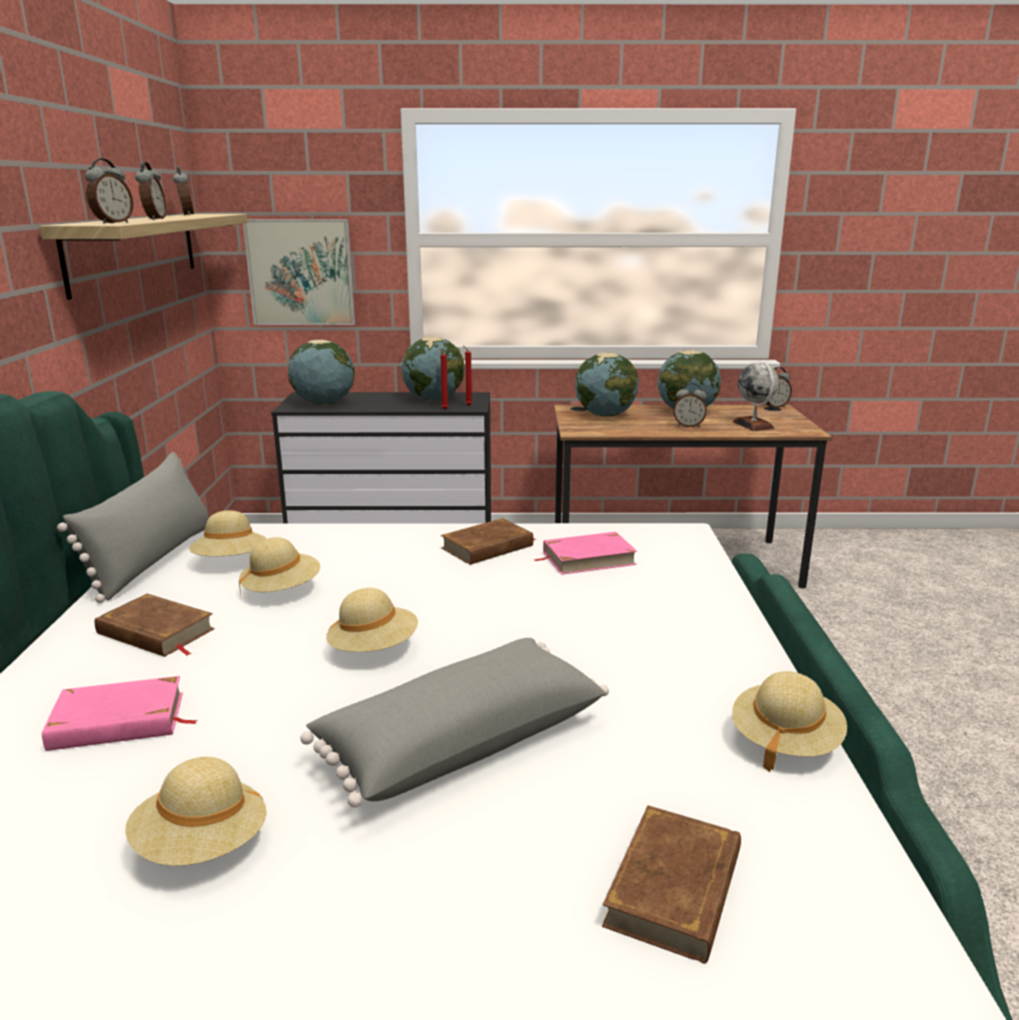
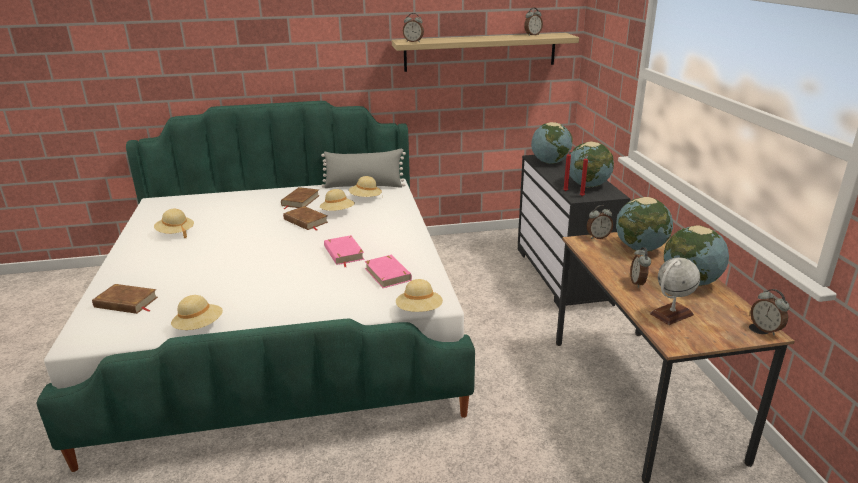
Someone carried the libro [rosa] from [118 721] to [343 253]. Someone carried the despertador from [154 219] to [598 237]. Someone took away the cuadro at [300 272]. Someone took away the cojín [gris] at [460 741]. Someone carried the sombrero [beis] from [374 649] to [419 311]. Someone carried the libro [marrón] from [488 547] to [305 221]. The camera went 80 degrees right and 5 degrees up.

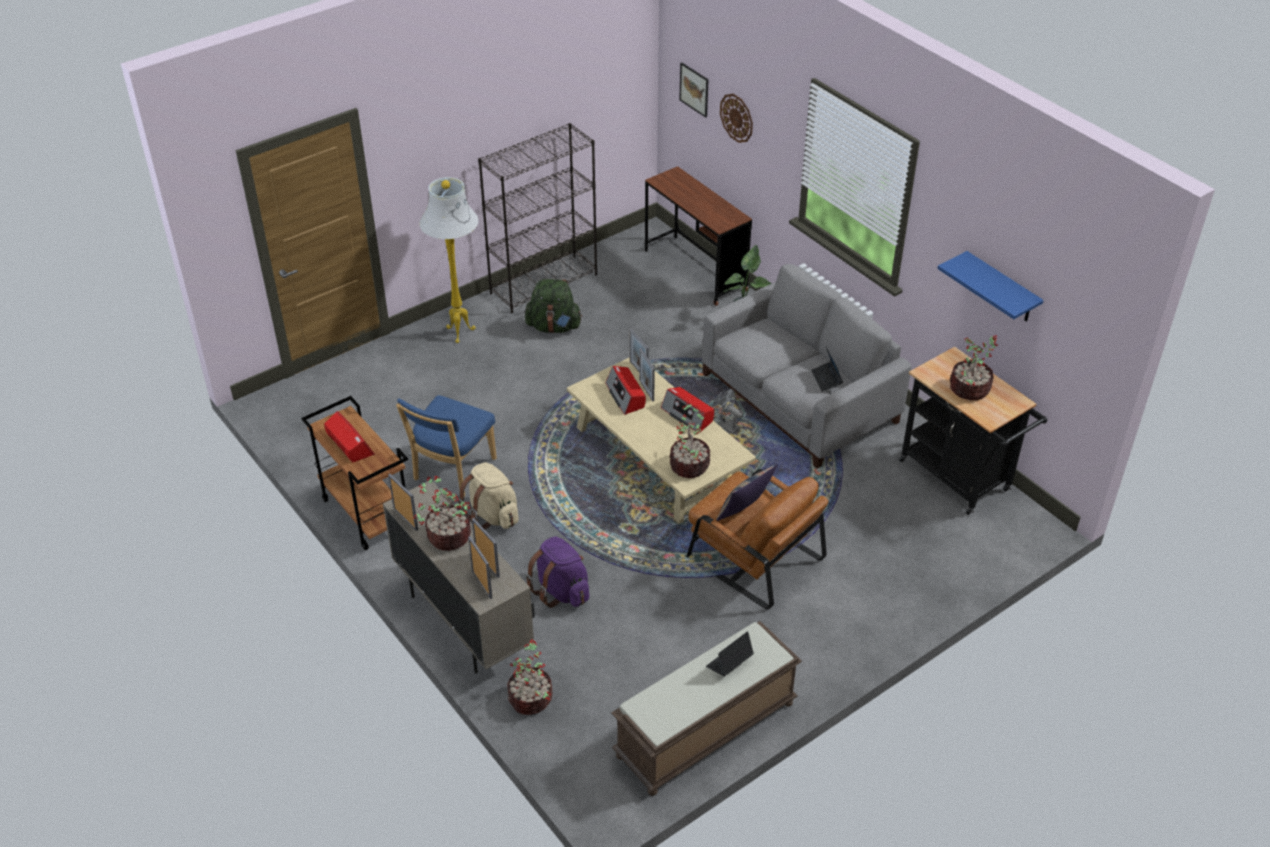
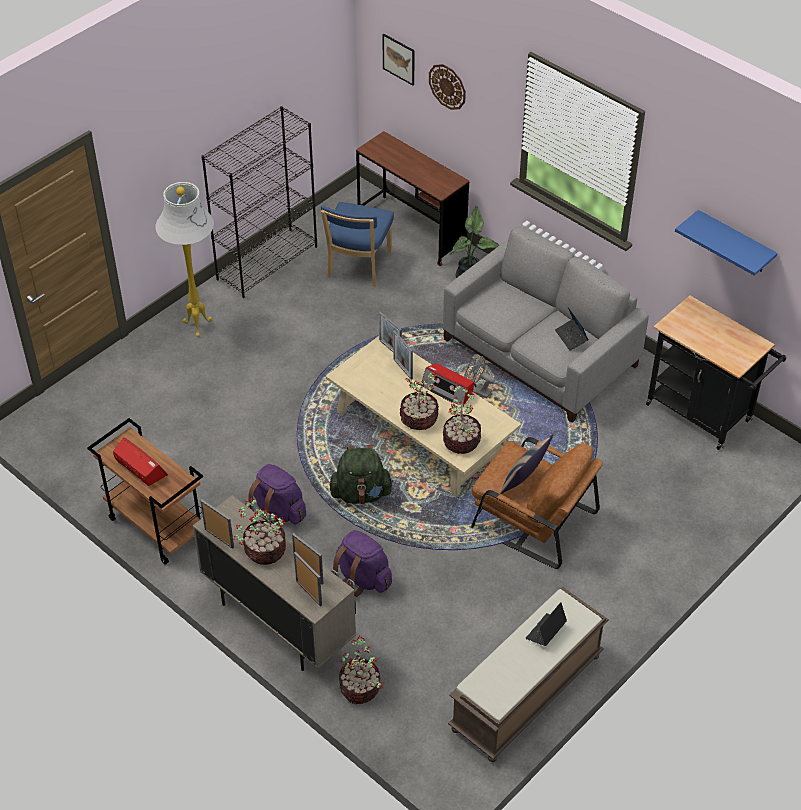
Someone carried the silla [azul] from [452 472] to [358 267]. Someone repainted the mochila [beis] at [492 515], which became the mochila [morado] at [278 511]. Someone carried the mochila [verde] from [554 327] to [361 493]. Someone took away the radio at [625 396]. Someone carried the planta en maceta from [969 390] to [418 419]. The camera went 10 degrees left and 5 degrees up.

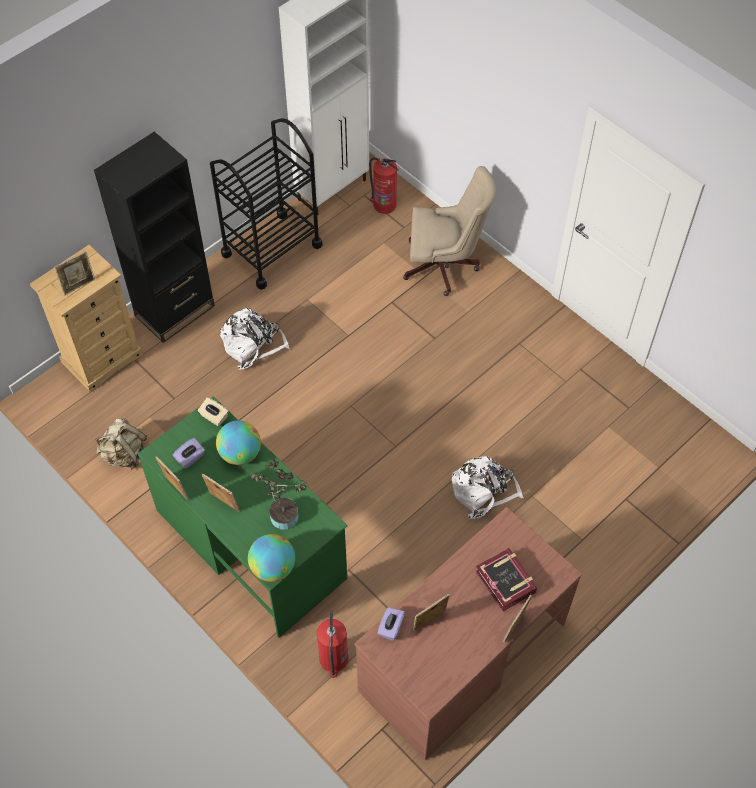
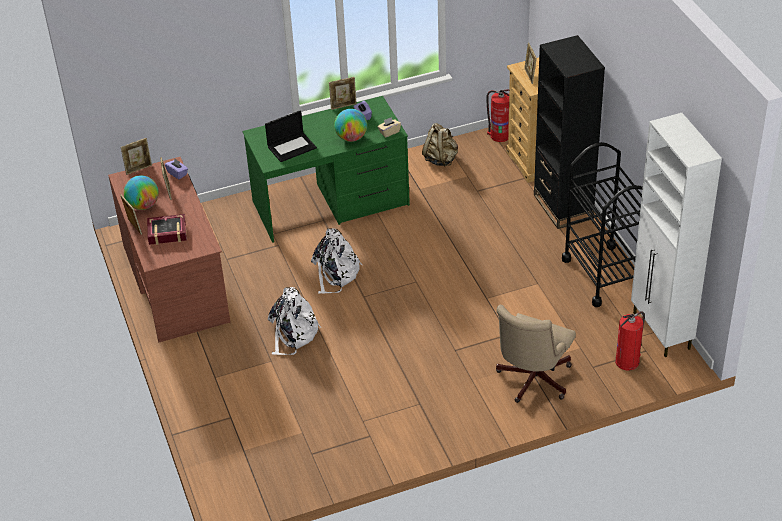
Someone carried the portarretratos from [223 503] to [139 169]. Someone carried the mochila [blanco] from [253 345] to [335 274]. Someone carried the globo terráqueo from [273 567] to [143 205]. Someone swapped the planta en maceta at [283 513] for the portátil at [292 147]. Someone carried the extintor from [333 659] to [499 135]. The camera went 115 degrees right and 15 degrees down.

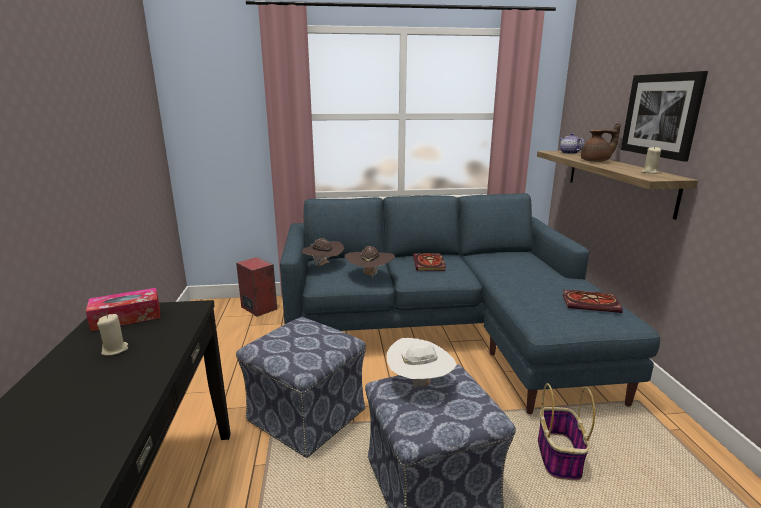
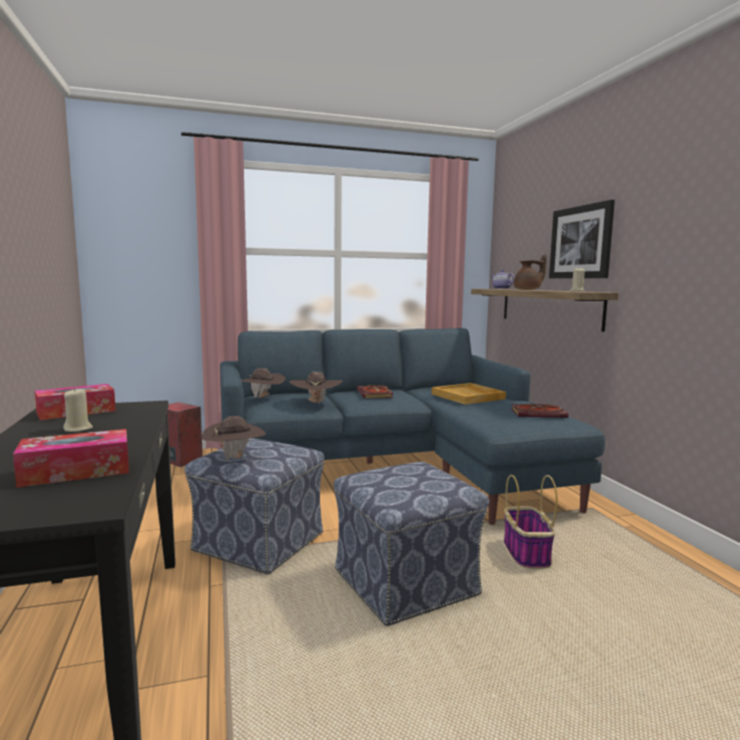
Someone took away the sombrero [blanco] at [420 383]. Someone put down the caja de pañuelos at [76 471]. Someone put down the sombrero [marrón] at [235 458]. Someone put down the bandeja [beis] at [468 396]. The camera went 10 degrees left and 10 degrees down.

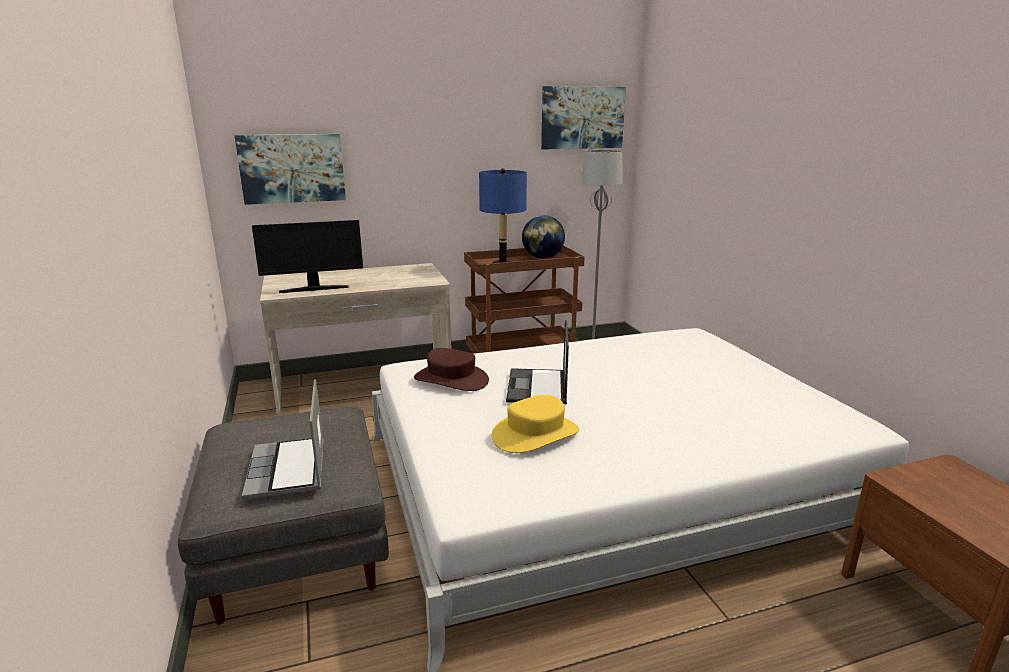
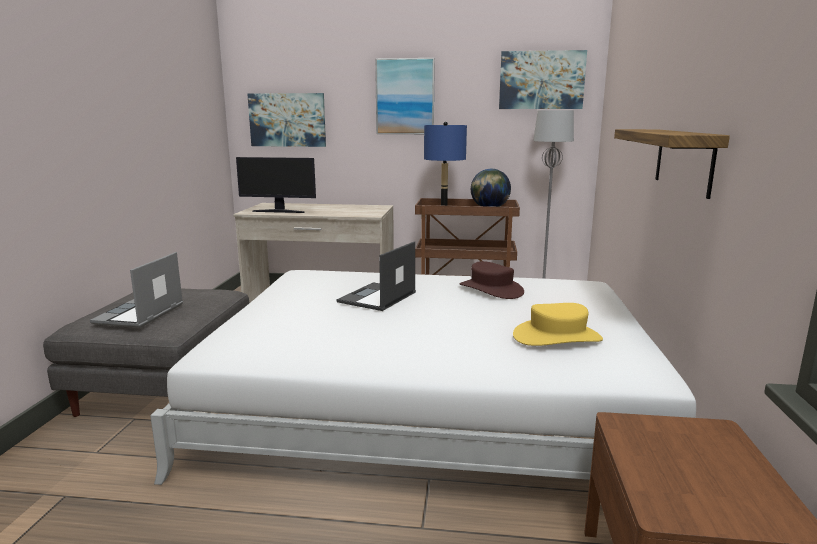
Someone carried the sombrero [marrón] from [451 379] to [491 289]. Someone carried the sombrero [amarillo] from [535 434] to [557 337]. Someone put up the cuadro at [405 97]. Someone put up the estante at [683 160]. The camera went 25 degrees right and 5 degrees down.

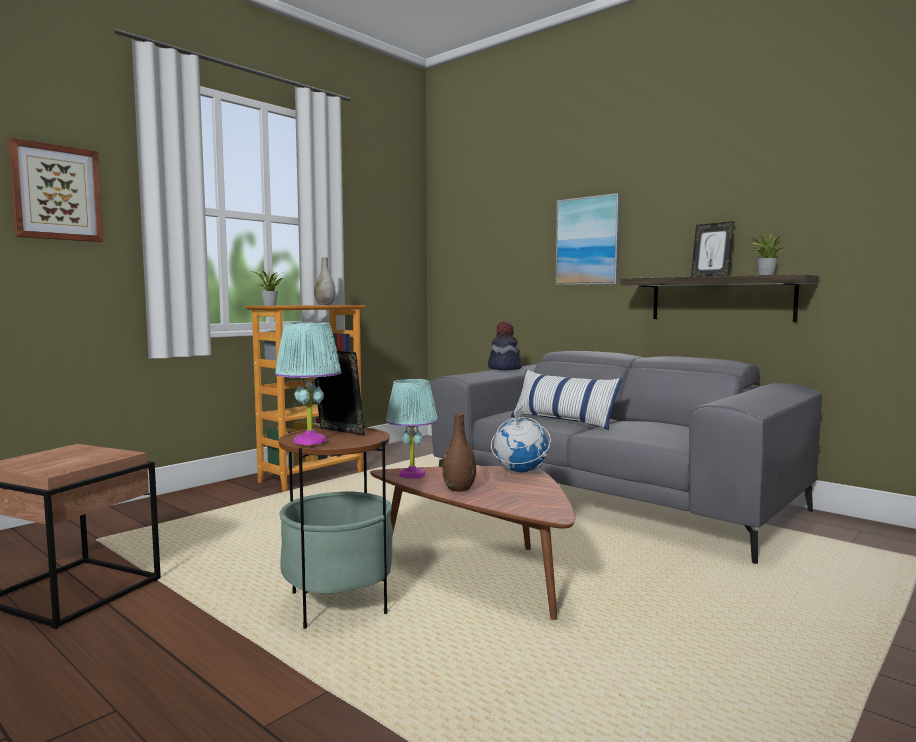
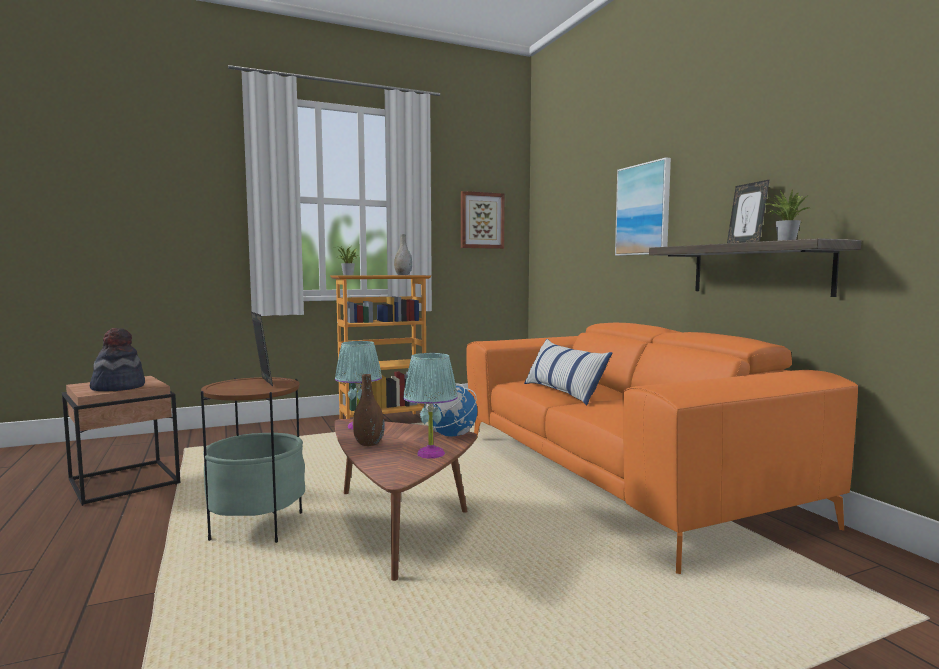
Someone carried the cuadro from [56 193] to [481 220]. Someone carried the lámpara de mesa [turquesa] from [310 441] to [430 453]. Someone repainted the sofá [gris] at [610 496], which became the sofá [naranja] at [617 475]. Someone carried the sombrero from [504 368] to [118 387]. The camera went 25 degrees right and 0 degrees up.

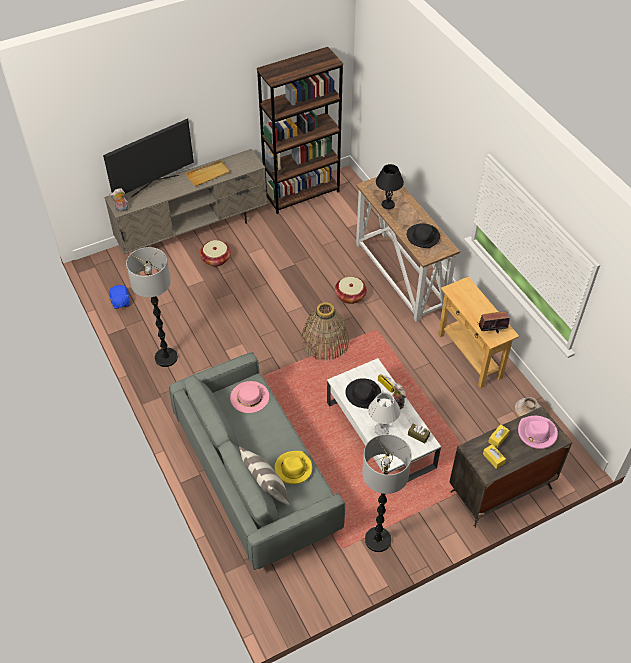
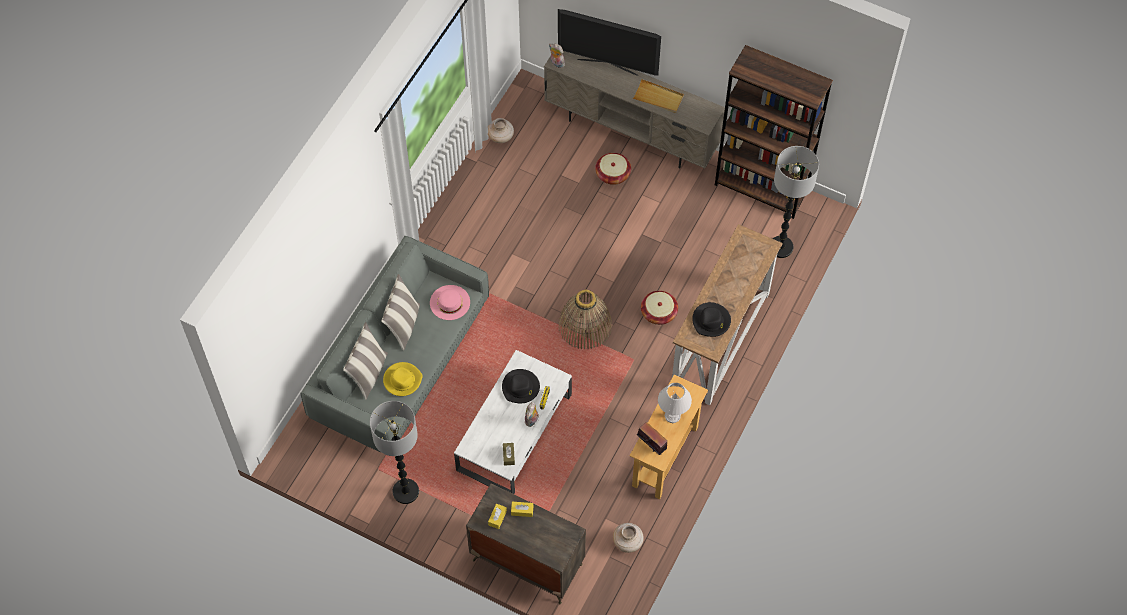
Someone swapped the peluche [azul] at [120 302] for the florero [beis] at [501 137]. Someone carried the lámpara de pie from [166 358] to [780 247]. Someone carried the lámpara de mesa [blanco] from [382 430] to [672 416]. Someone took away the lámpara de mesa [negro] at [387 205]. Someone took away the sombrero [rosa] at [536 433]. Someone put down the cojín at [403 325]. The camera went 55 degrees right and 10 degrees up.

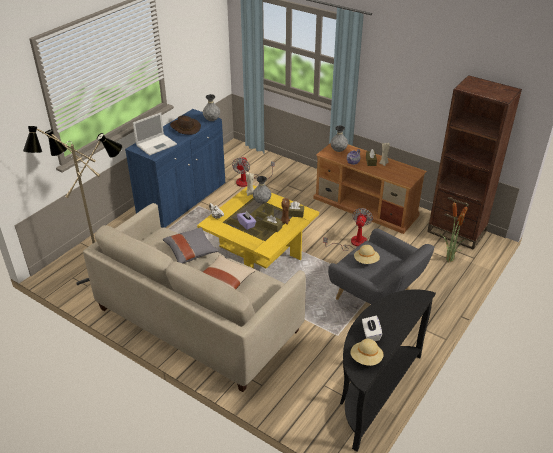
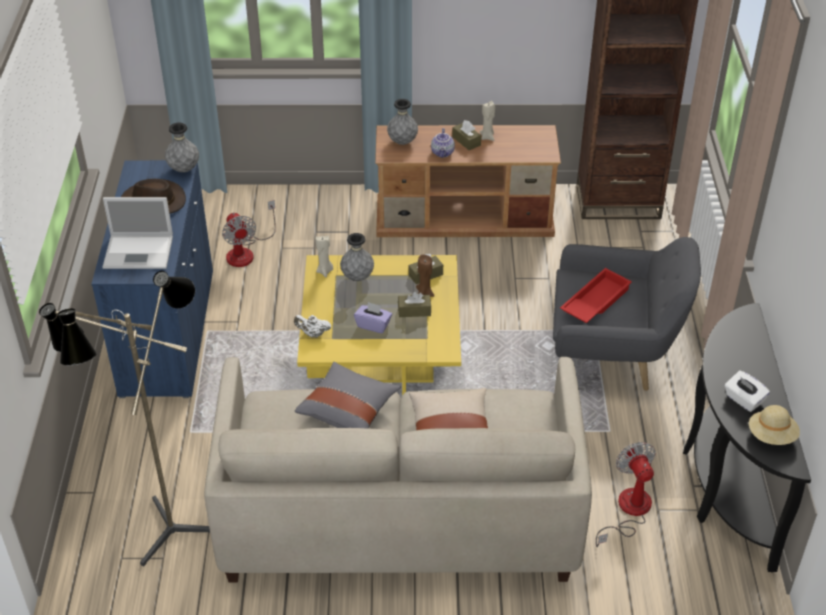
Someone rotated the portátil at [157 144] by 75 degrees clockwise. Someone carried the ventilador from [353 243] to [628 511]. Someone swapped the sombrero [beis] at [366 261] for the bandeja [rojo] at [594 301]. Someone took away the planta en maceta at [448 259]. The camera went 35 degrees left and 5 degrees up.

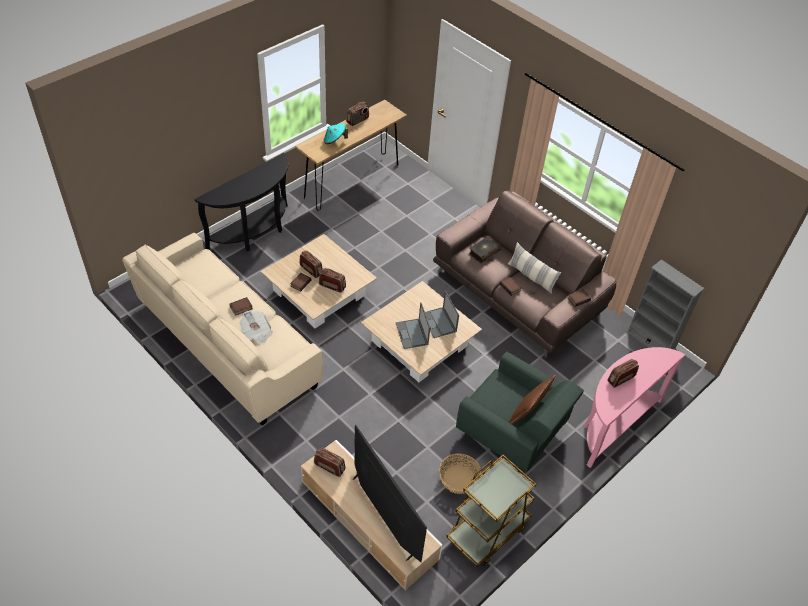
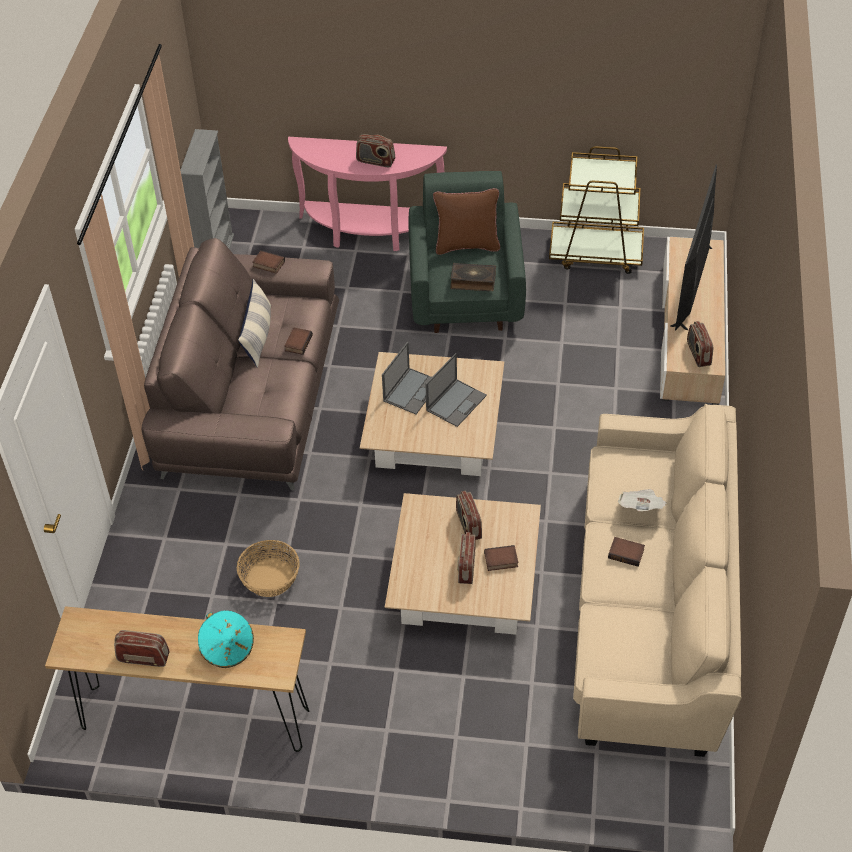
Someone took away the mesa consola [negro] at [254 233]. Someone carried the cesta from [459 479] to [269 577]. Someone carried the libro from [484 252] to [473 281]. The camera went 125 degrees left and 0 degrees up.

